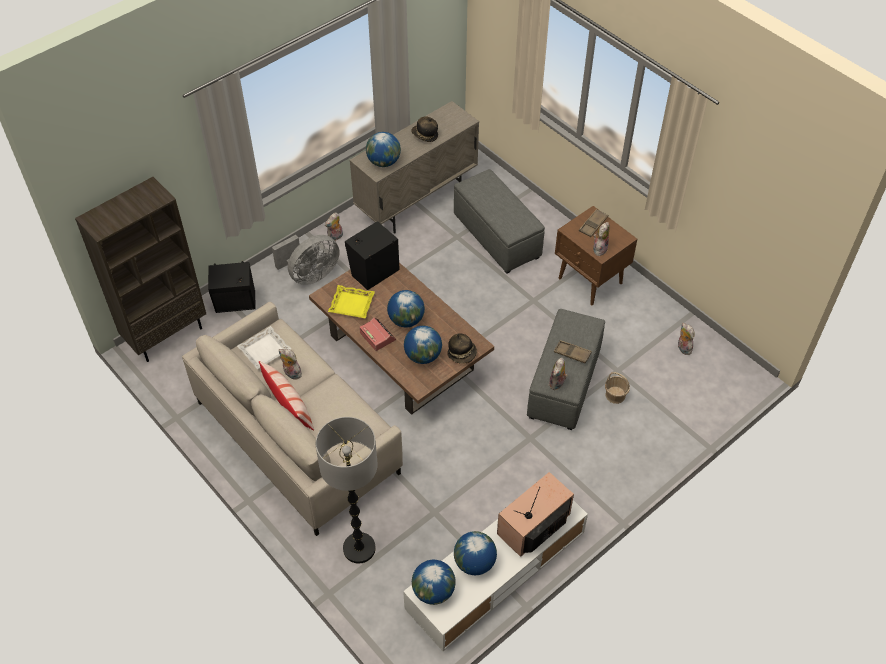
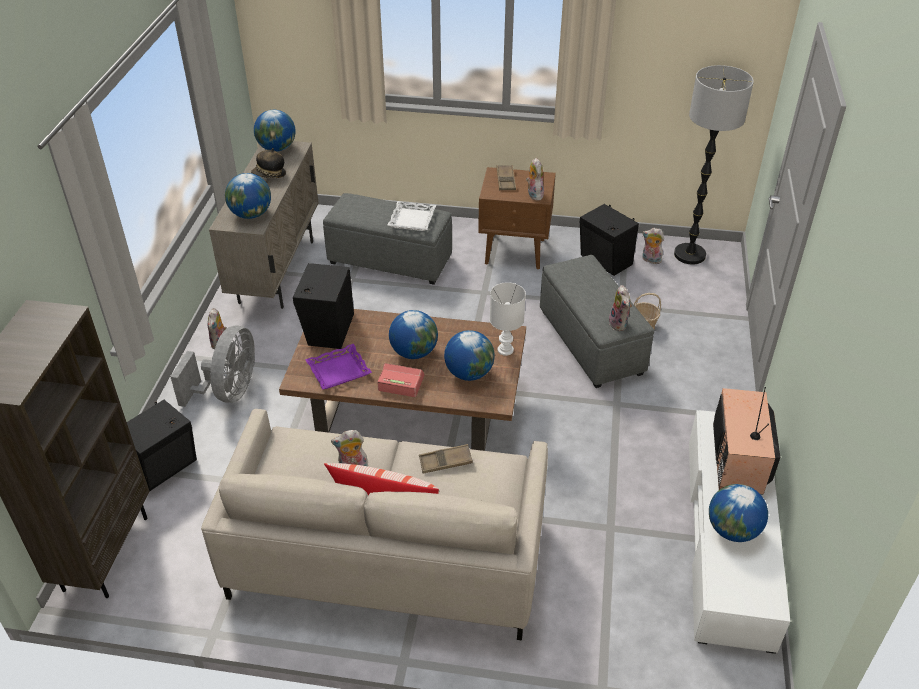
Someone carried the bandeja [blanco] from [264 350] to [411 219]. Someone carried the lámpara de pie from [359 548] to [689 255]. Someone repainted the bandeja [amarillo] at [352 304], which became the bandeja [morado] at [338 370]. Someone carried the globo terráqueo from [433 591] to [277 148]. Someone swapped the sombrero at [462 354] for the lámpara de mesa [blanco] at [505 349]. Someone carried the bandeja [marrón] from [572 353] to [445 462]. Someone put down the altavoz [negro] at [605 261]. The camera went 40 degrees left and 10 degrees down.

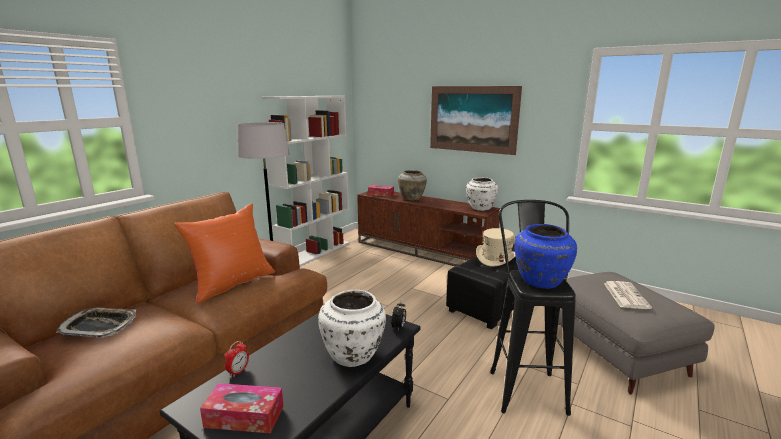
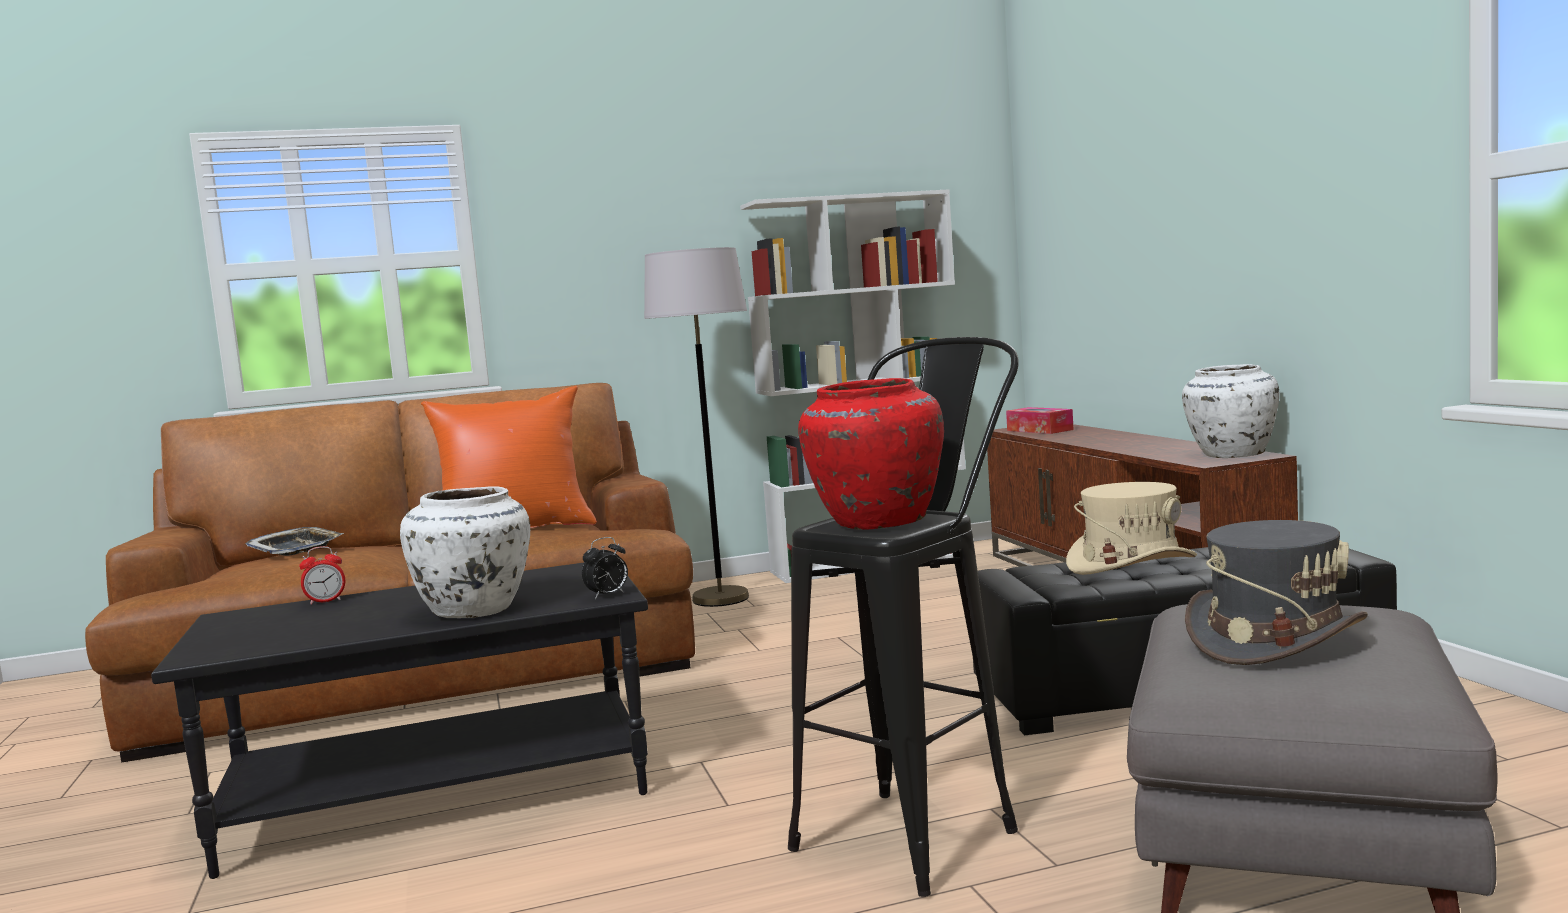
Someone took away the caja de pañuelos at [244 416]. Someone took away the florero [beis] at [412 198]. Someone took away the cuadro at [472 119]. Someone repainted the florero [azul] at [540 282], which became the florero [rojo] at [875 522]. Someone swapped the periódico at [625 295] for the sombrero [gris] at [1274 639]. The camera went 40 degrees right and 10 degrees down.

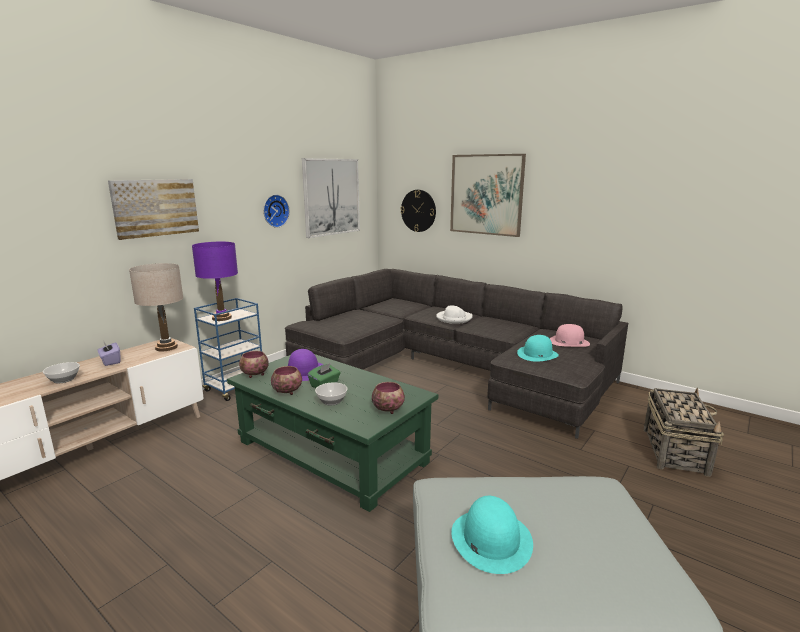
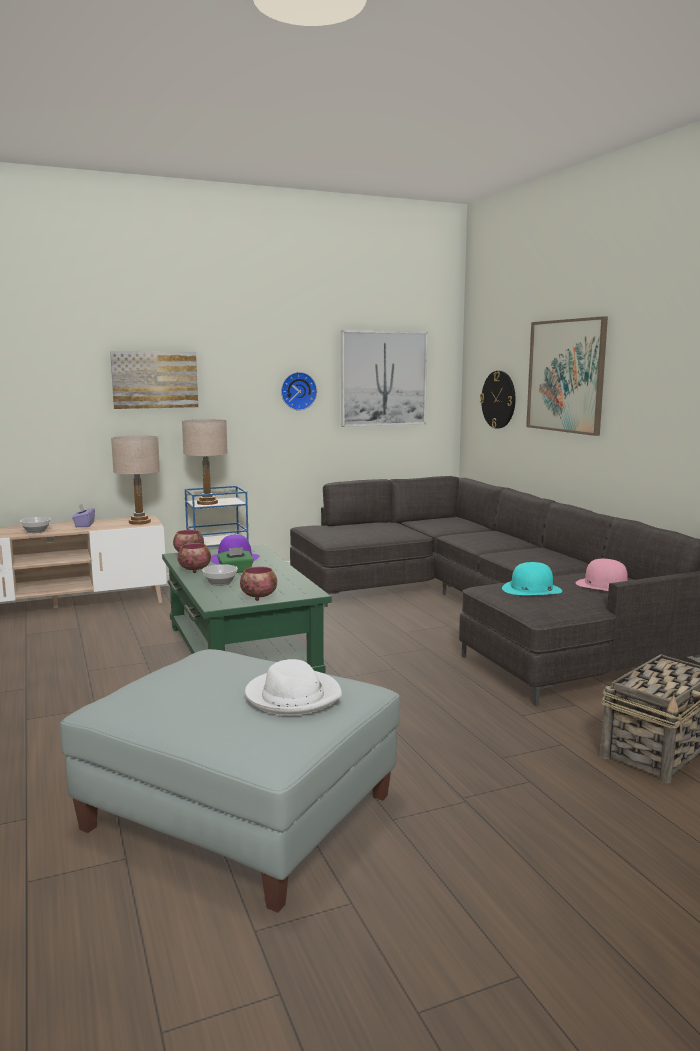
Someone repainted the lámpara de mesa [morado] at [222 318], which became the lámpara de mesa [beis] at [207 503]. Someone carried the sombrero [blanco] from [454 318] to [293 696]. Someone took away the sombrero [turquesa] at [491 539]. The camera went 30 degrees right and 5 degrees down.

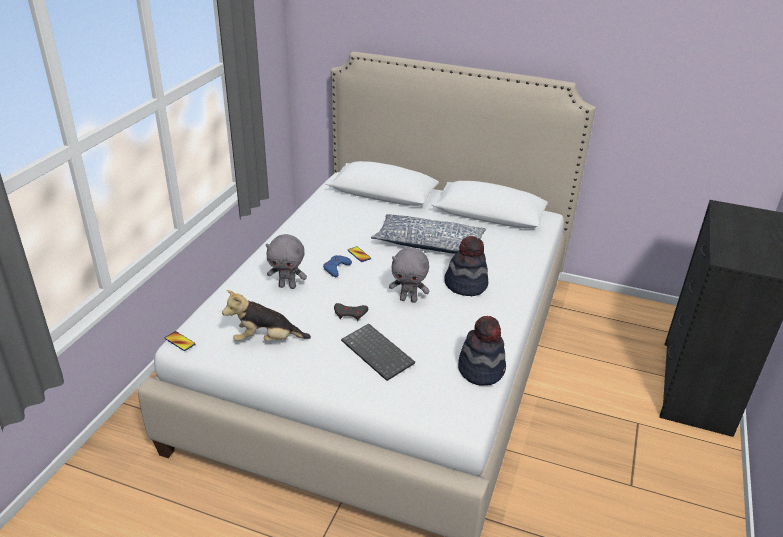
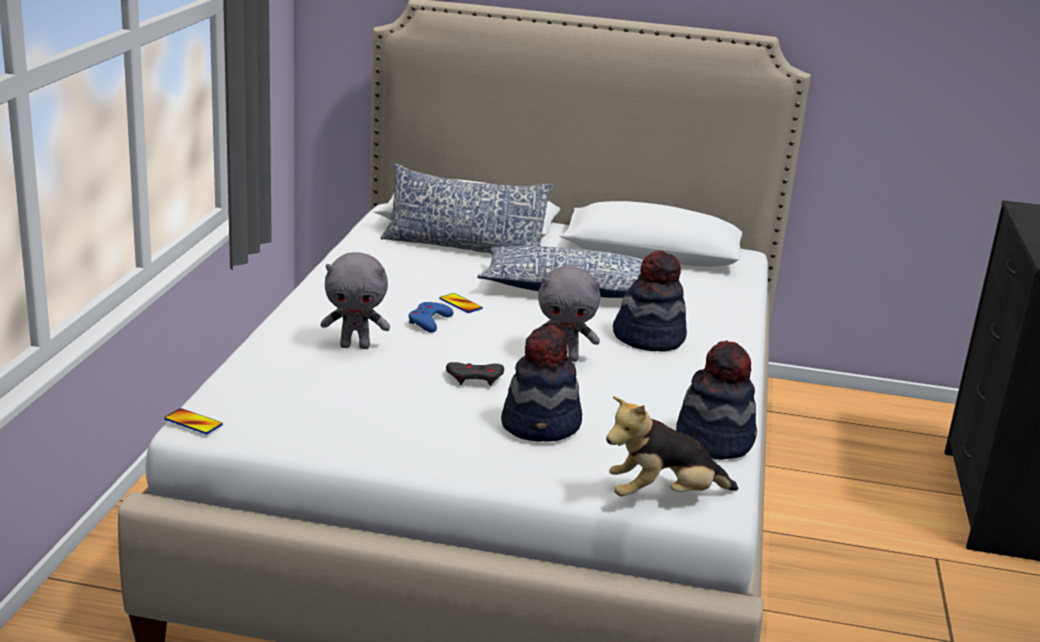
Someone carried the peluche from [266 340] to [663 497]. Someone swapped the teclado at [379 353] for the sombrero at [542 425]. Someone put down the cojín at [464 247]. The camera went 10 degrees left and 10 degrees down.

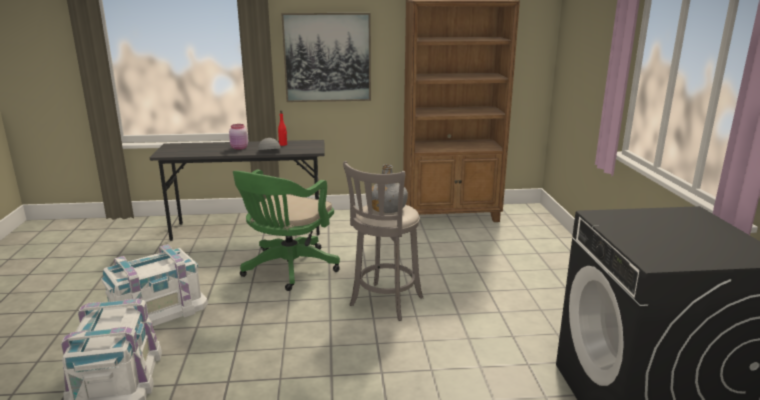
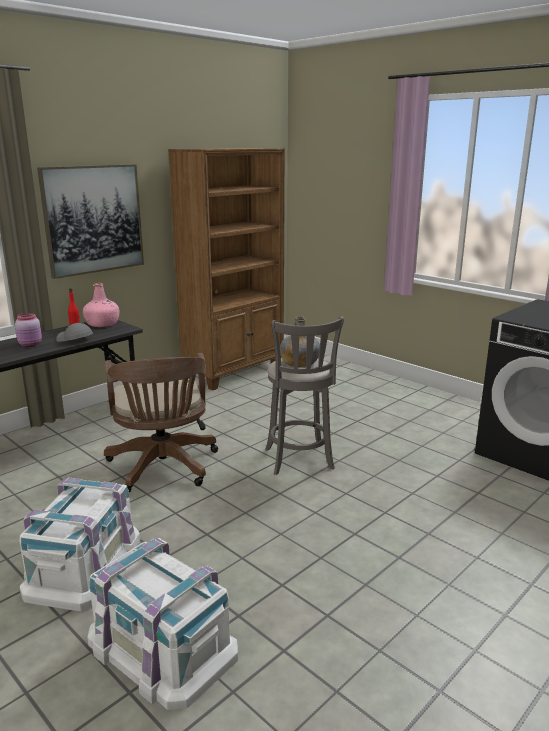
Someone repainted the silla de oficina [verde] at [287 269], which became the silla de oficina [marrón] at [163 468]. Someone put down the botella [rosa] at [103 324]. The camera went 40 degrees left and 0 degrees up.

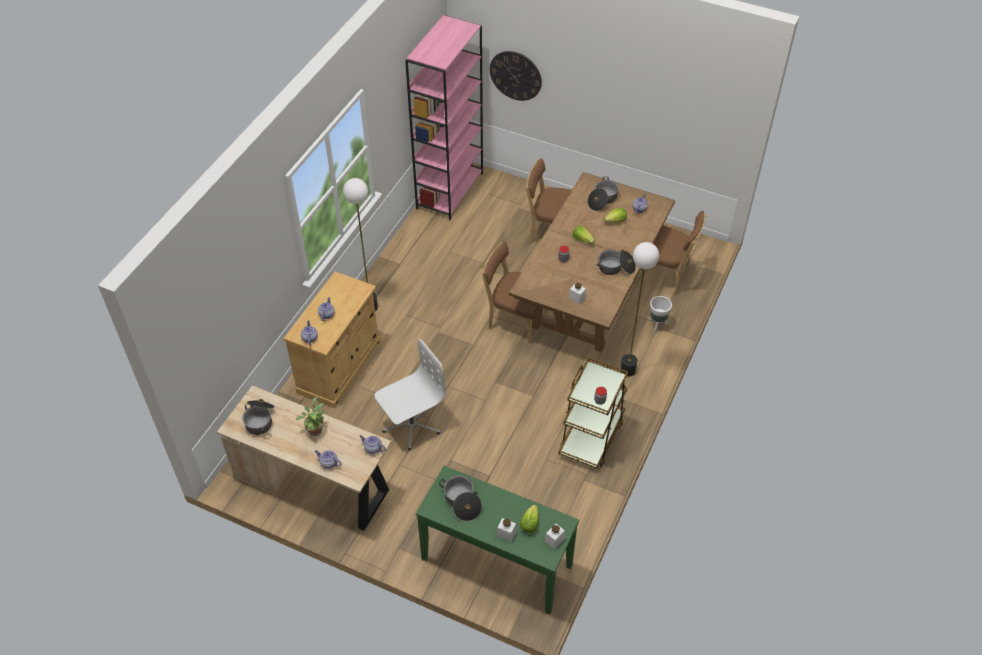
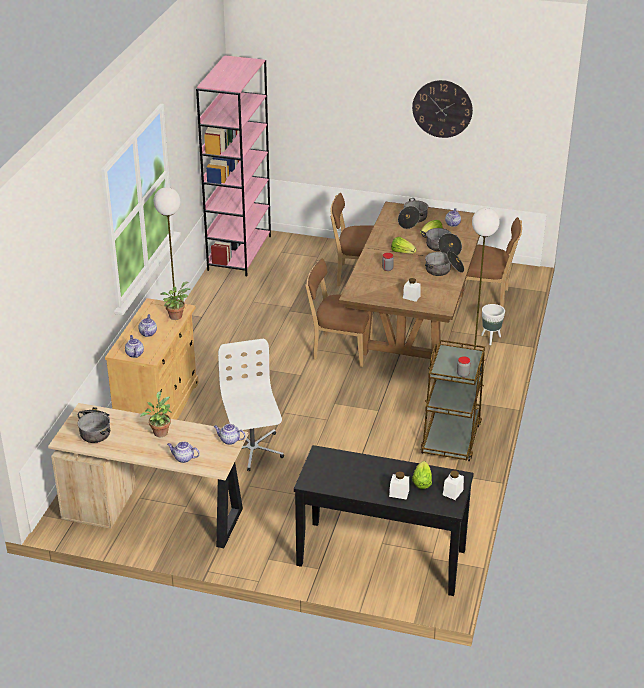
Someone rotated the silla de oficina [blanco] at [411 425] by 60 degrees counterclockwise. Someone repainted the mesa consola [verde] at [496 563], which became the mesa consola [negro] at [381 558]. Someone carried the olla from [461 502] to [442 248]. Someone carried the reloj de pared from [515 75] to [442 109]. Someone put down the planta en maceta at [176 315]. The camera went 10 degrees left and 15 degrees down.

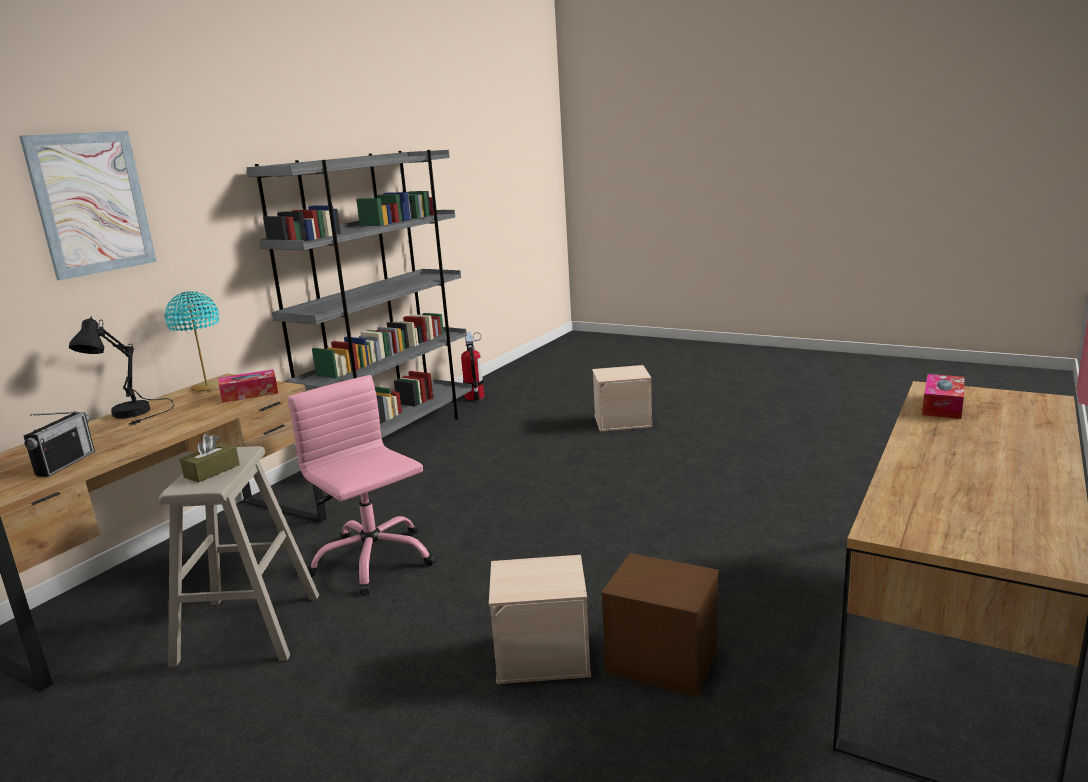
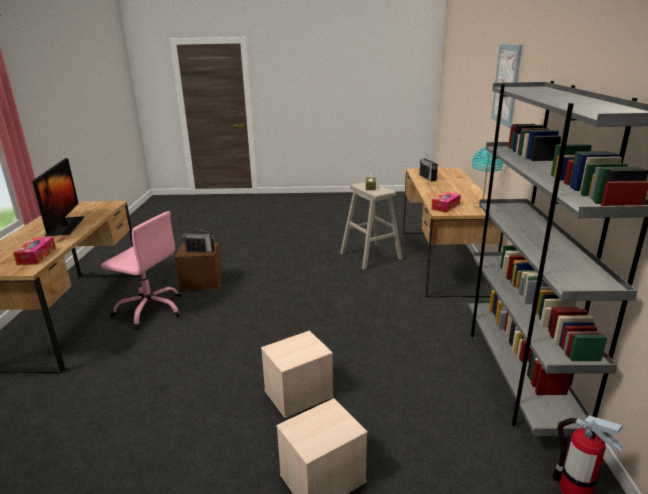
Someone took away the lámpara de mesa [negro] at [137 415]. Someone carried the silla de oficina [rosa] from [372 559] to [150 310]. Someone carried the caja de almacenaje [beis] from [544 654] to [298 394]. Someone put down the monitor at [65 226]. Someone put down the radio at [200 251]. The camera went 150 degrees right and 5 degrees up.

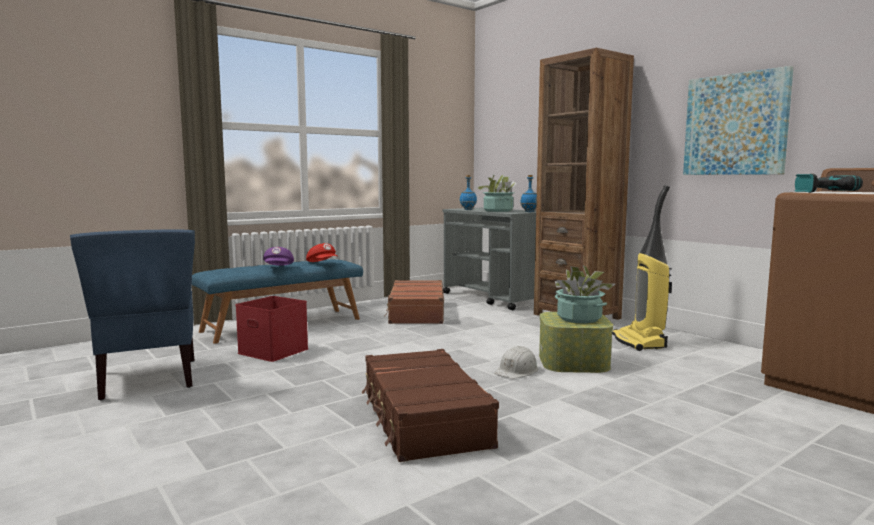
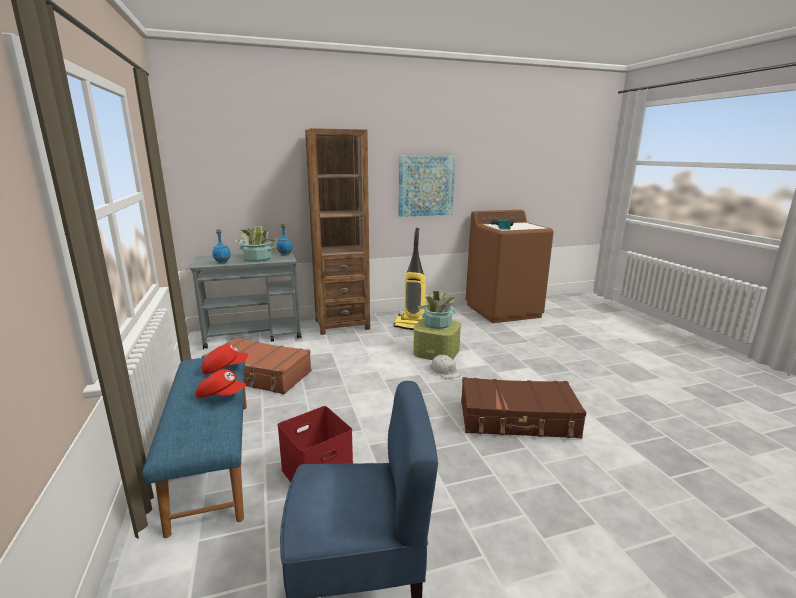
Someone repainted the gorra [morado] at [279 268], which became the gorra [rojo] at [221 395]. The camera went 70 degrees left and 10 degrees up.

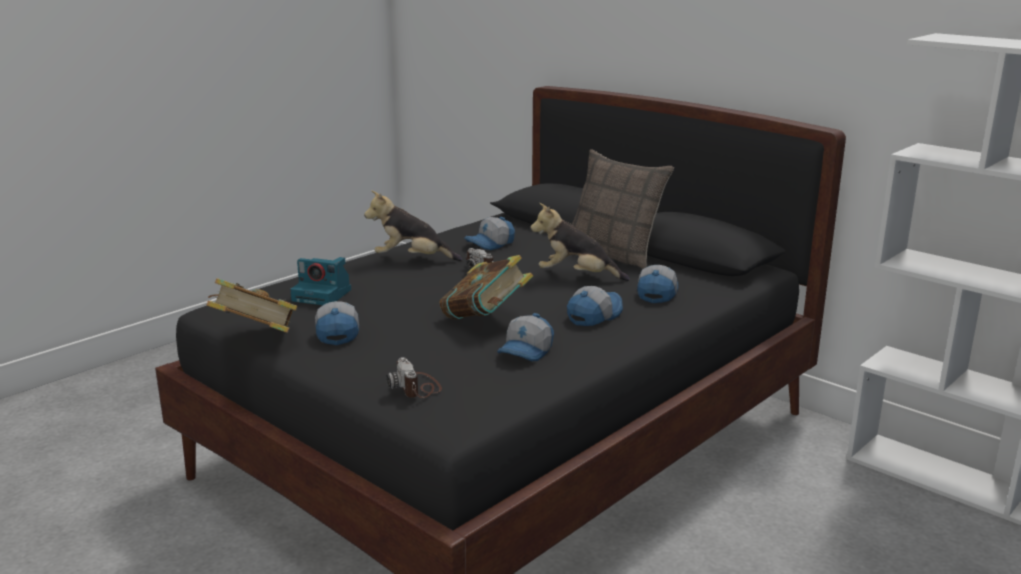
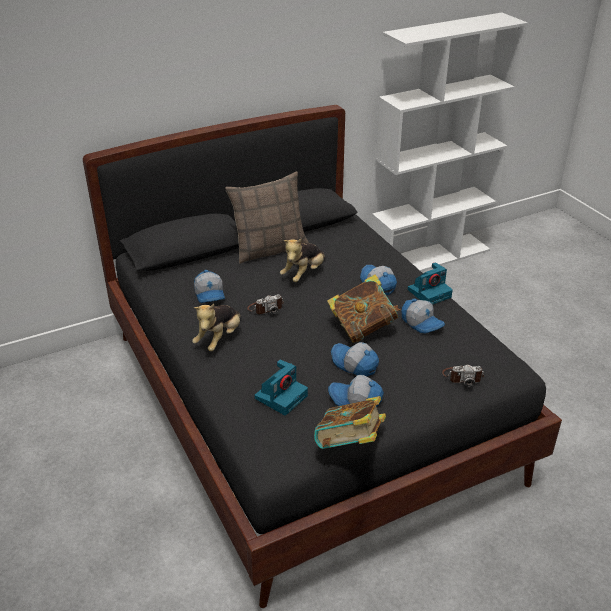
Someone carried the gorra from [656 292] to [354 364]. Someone put down the cámara at [429 293]. The camera went 70 degrees left and 15 degrees up.

